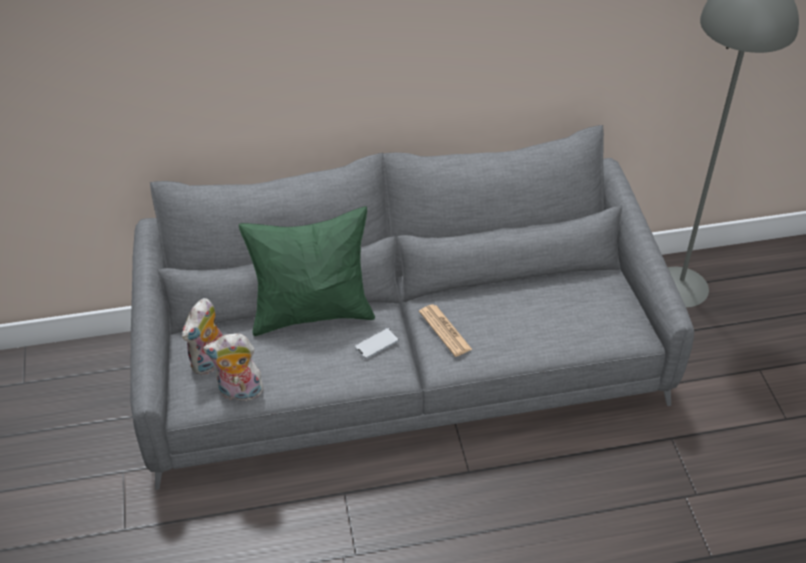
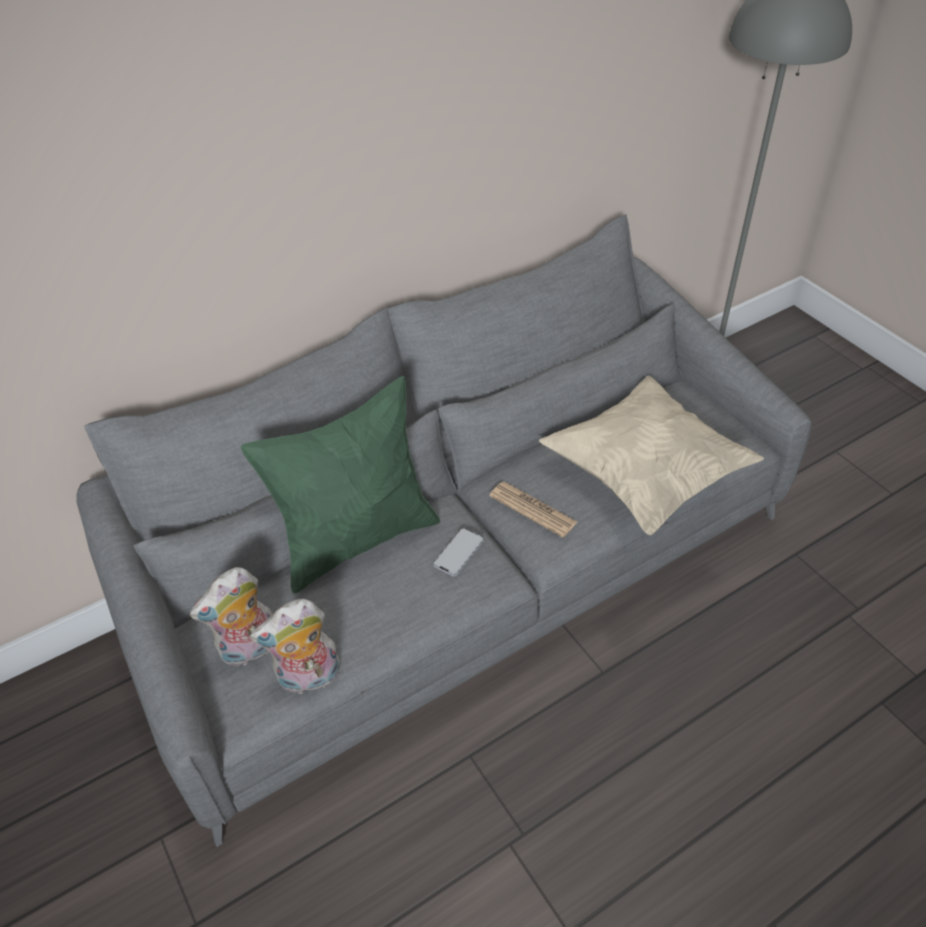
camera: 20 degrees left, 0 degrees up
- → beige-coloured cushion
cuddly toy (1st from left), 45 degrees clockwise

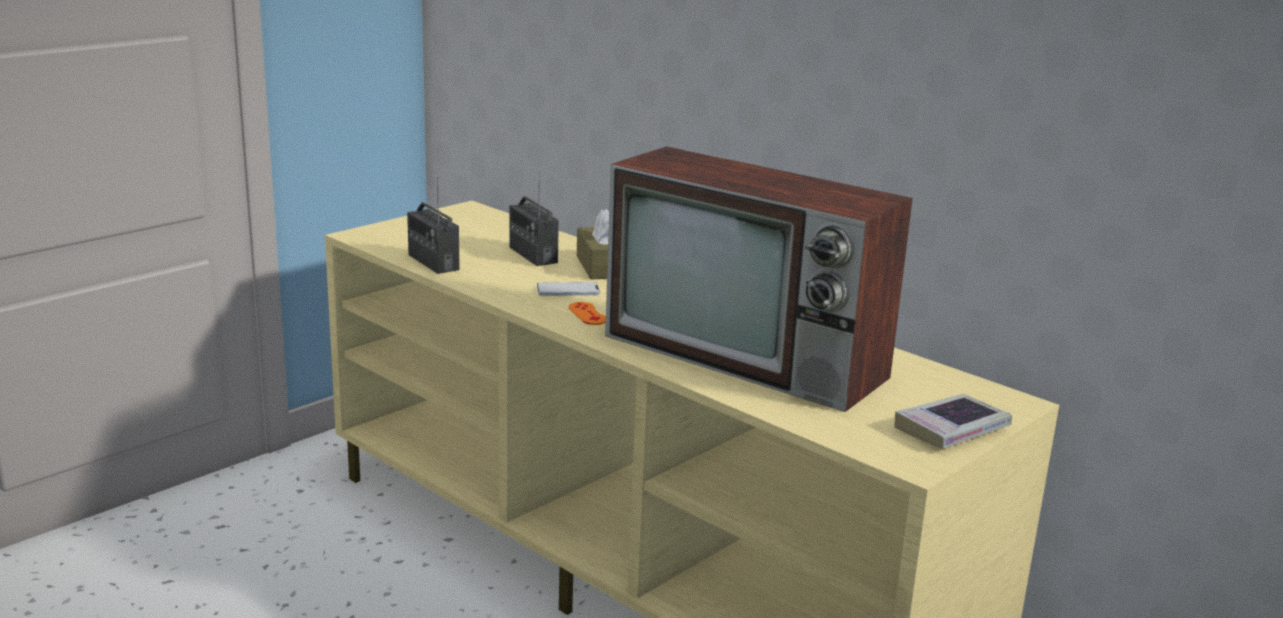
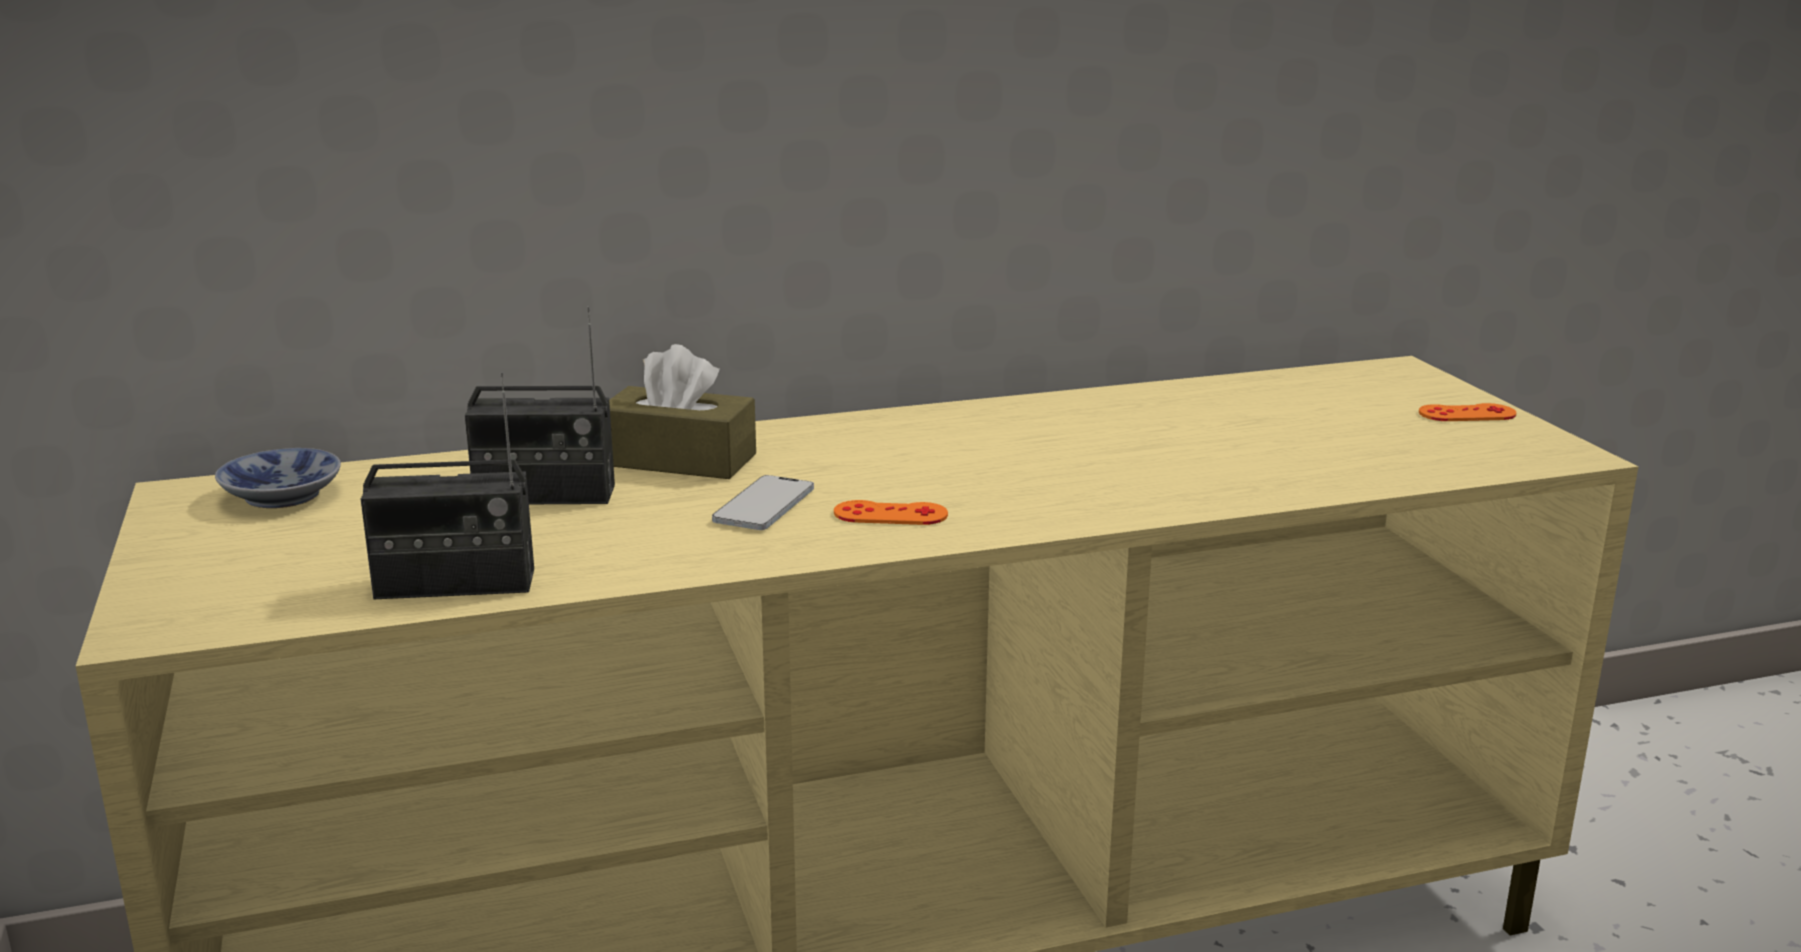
camera: 60 degrees left, 0 degrees up
TV → -
- → bowl
book → orange-coloured gamepad (2nd from left)

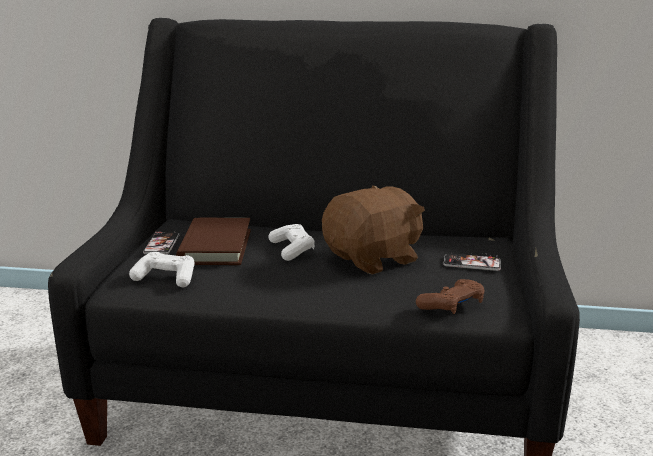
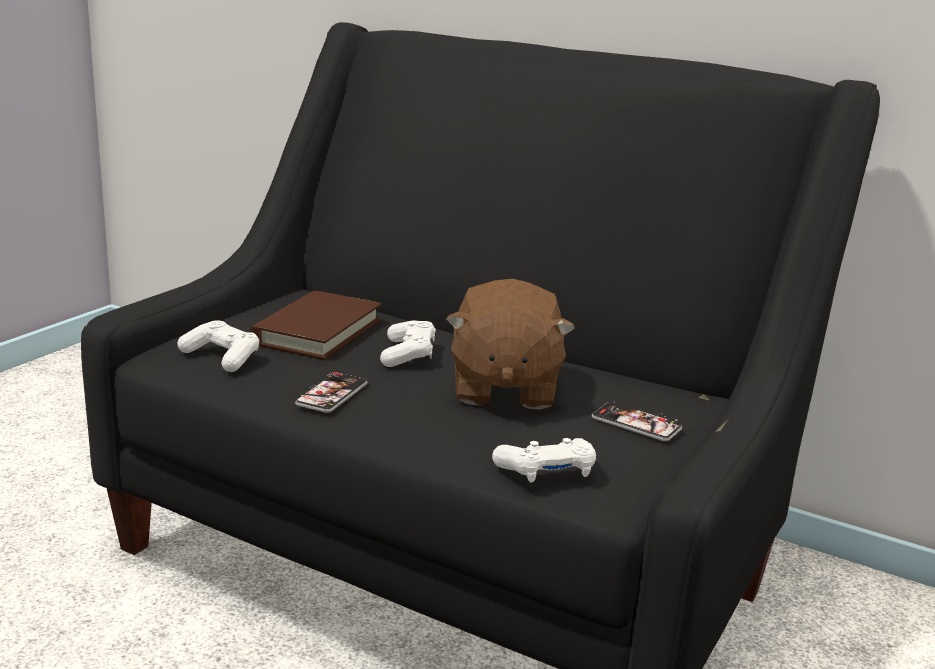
camera: 20 degrees right, 0 degrees up
phone (1st from left), moved
brown-coloured gamepad → white gamepad (3rd from left)
brown-coloured cuddly toy, 105 degrees clockwise

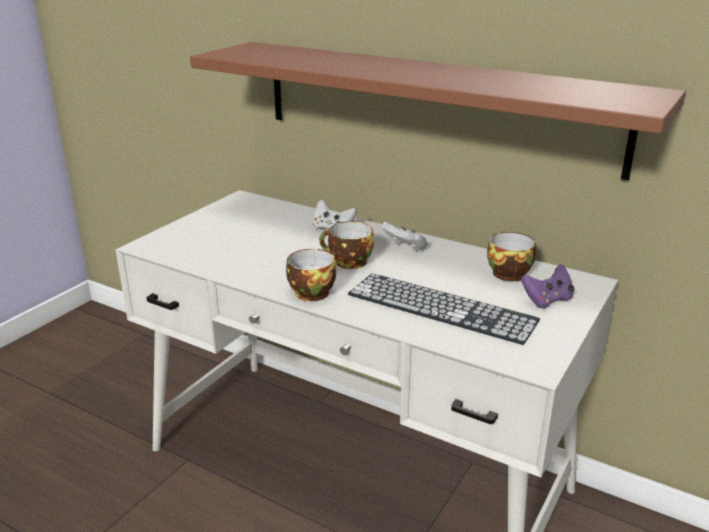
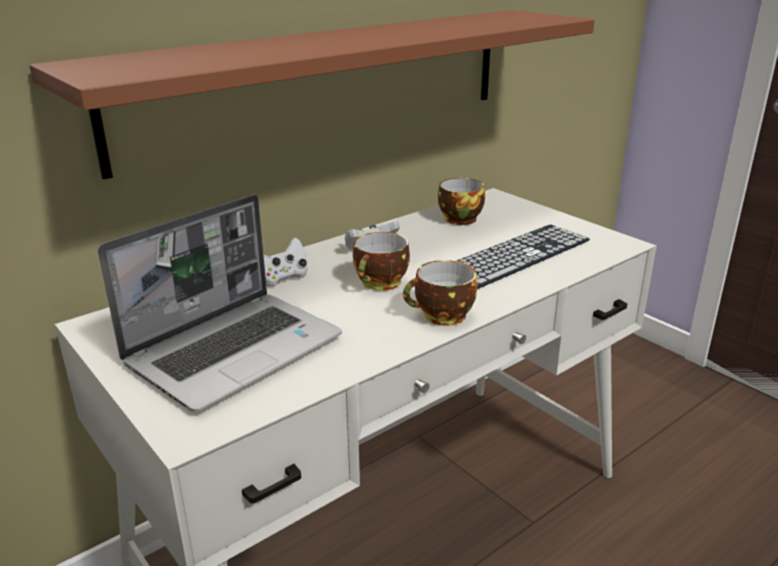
camera: 70 degrees left, 0 degrees up
purple-coloured gamepad → -
- → portable computer

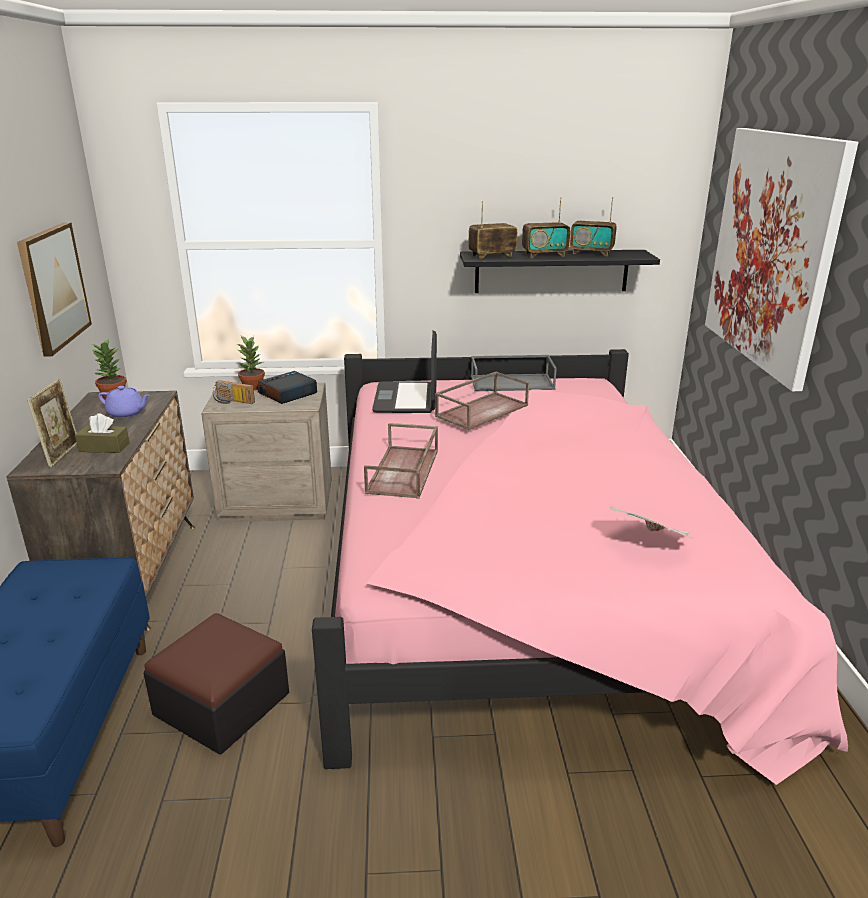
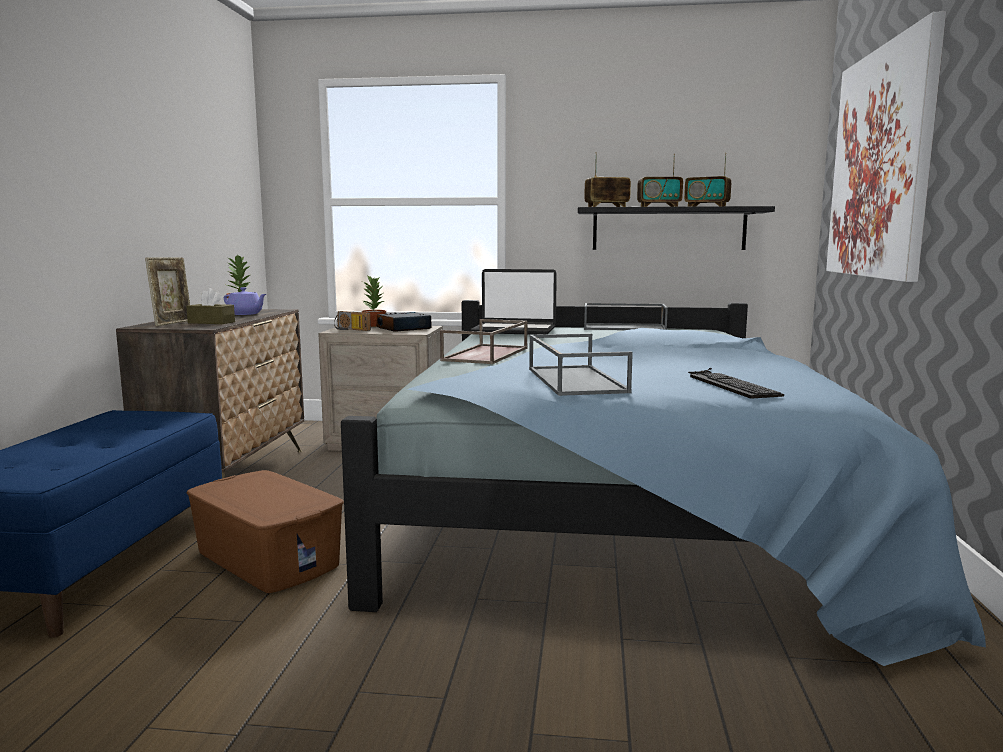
camera: 10 degrees right, 15 degrees down
wall art (1st from left) → -
brown-coloured serving tray (2nd from left) → -
- → grey serving tray (1st from left)
ottoman → brown-coloured storage box
daily paper → keyboard
pink-coloured bedroom bed → blue bedroom bed
portable computer, 90 degrees counterclockwise

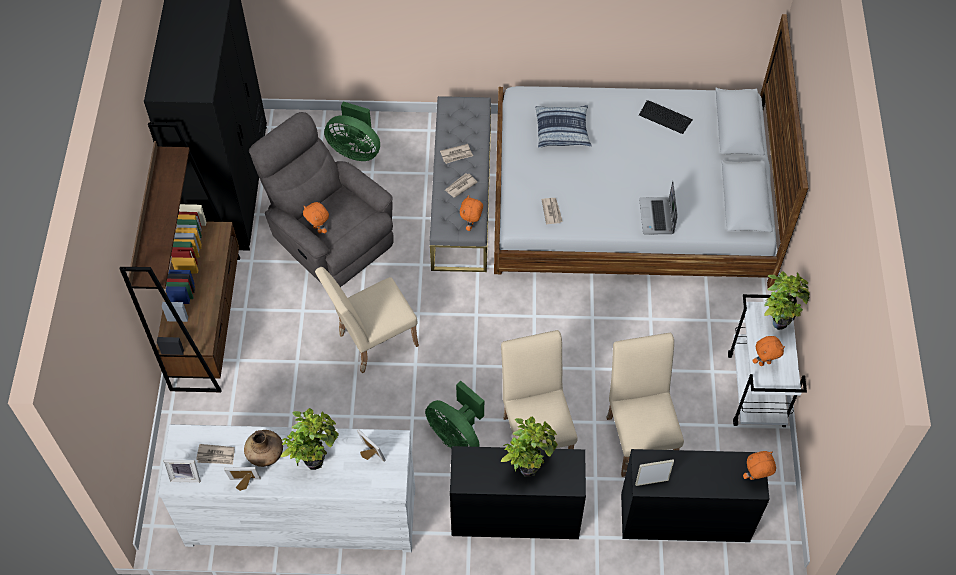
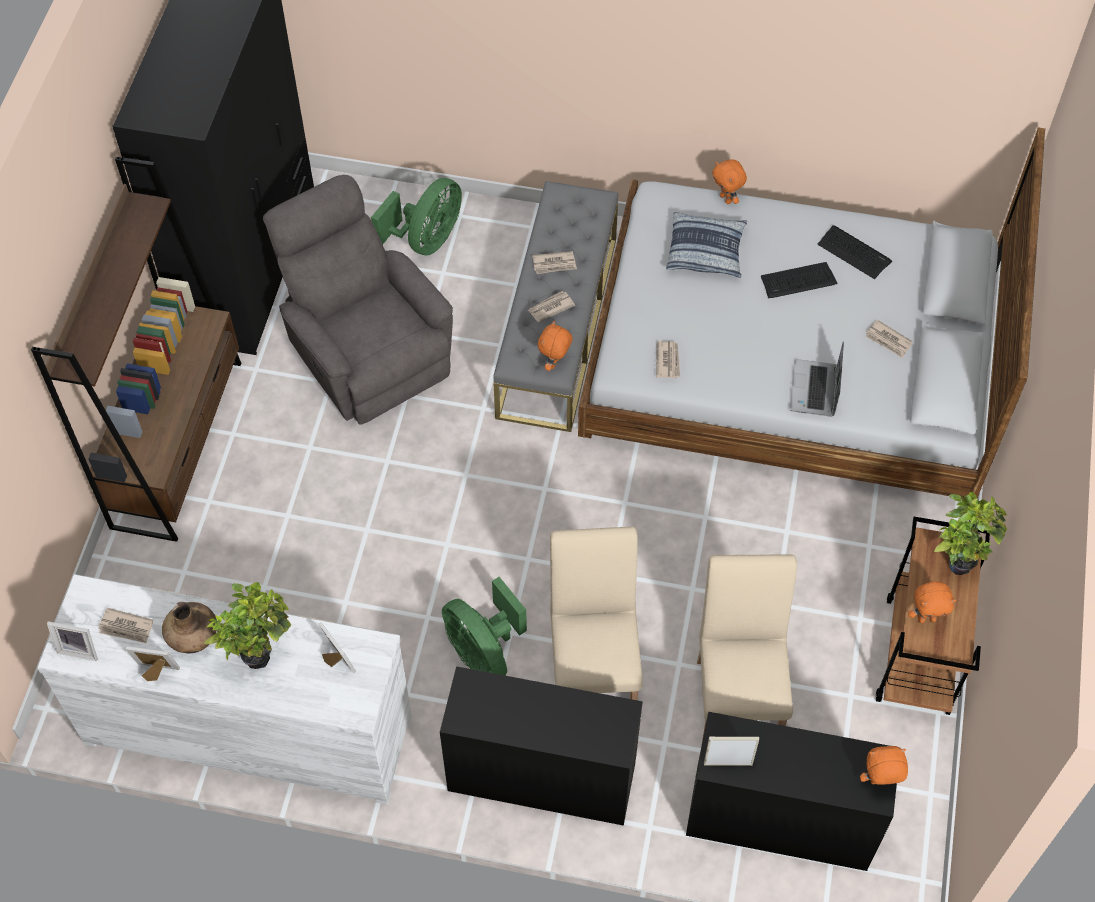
camera: 10 degrees right, 0 degrees up
beige-coloured plain chair (1st from left) → -
potted plant (2nd from left) → -
- → keyboard (1st from left)
- → daily paper (5th from left)
orange-coloured cuddly toy (1st from left in the first image) → orange-coloured cuddly toy (2nd from left), moved
white cart → brown-coloured cart
green-coloured fan (1st from left), 90 degrees counterclockwise

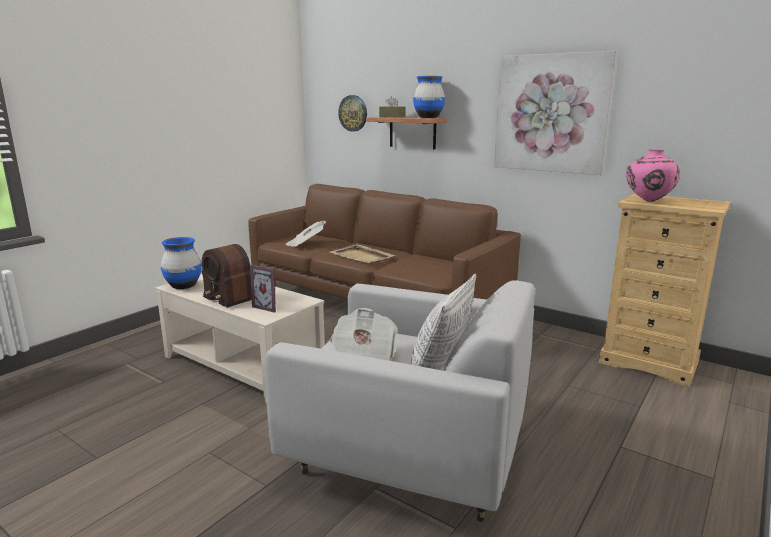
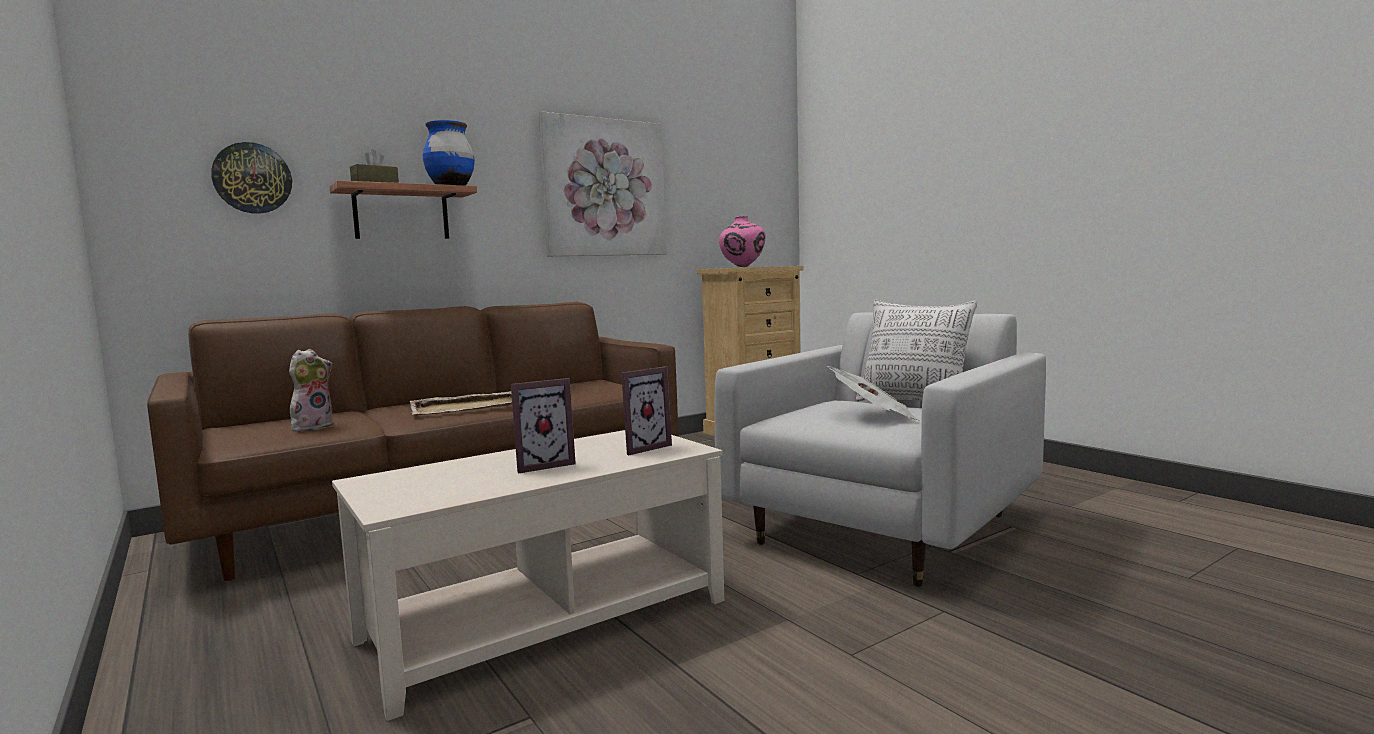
camera: 70 degrees left, 10 degrees down
blue vase (1st from left) → -
radio receiver → standing frame (1st from left)
daily paper (1st from left) → cuddly toy

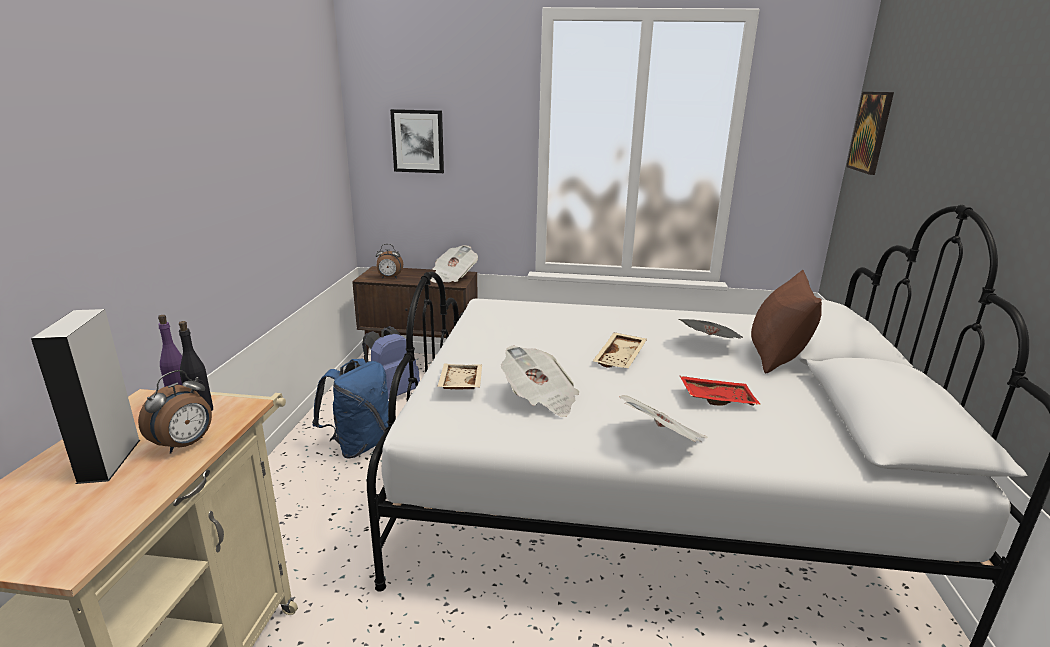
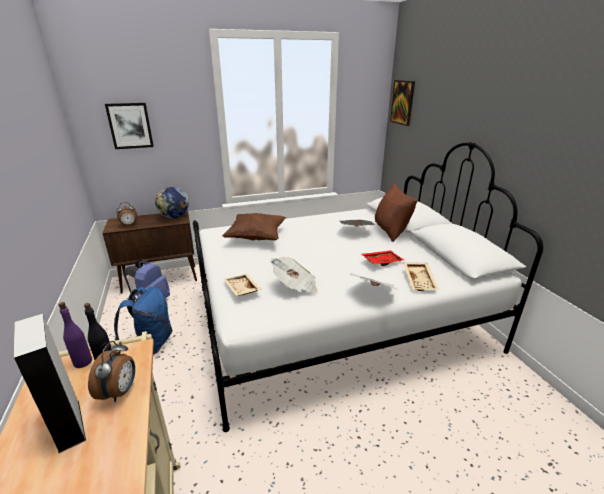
camera: 25 degrees left, 5 degrees up
- → brown-coloured cushion (1st from left)
beige-coloured serving tray (2nd from left), moved
daily paper (1st from left) → globe

